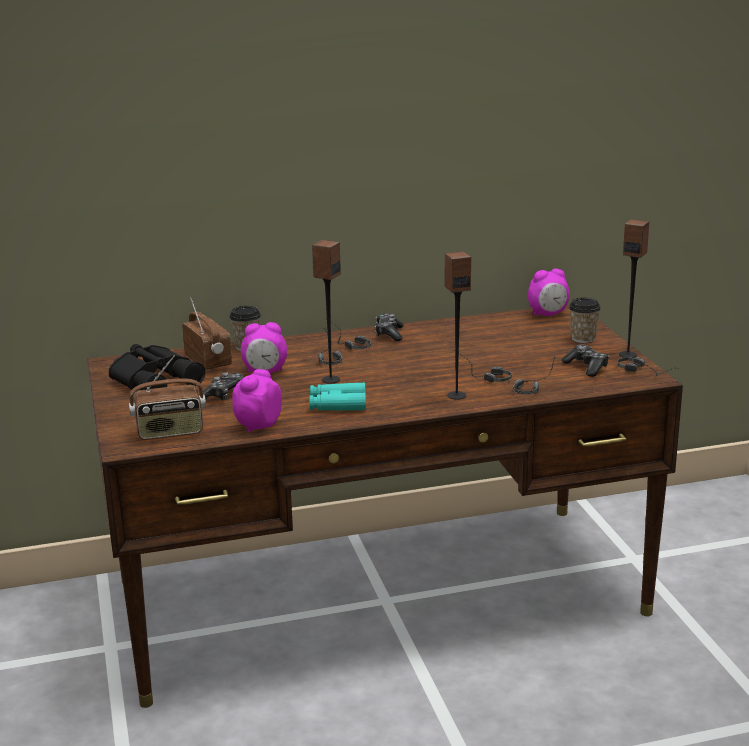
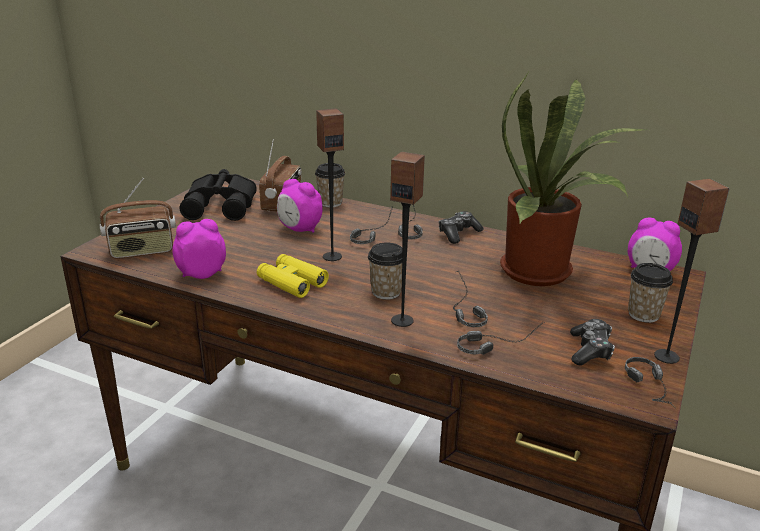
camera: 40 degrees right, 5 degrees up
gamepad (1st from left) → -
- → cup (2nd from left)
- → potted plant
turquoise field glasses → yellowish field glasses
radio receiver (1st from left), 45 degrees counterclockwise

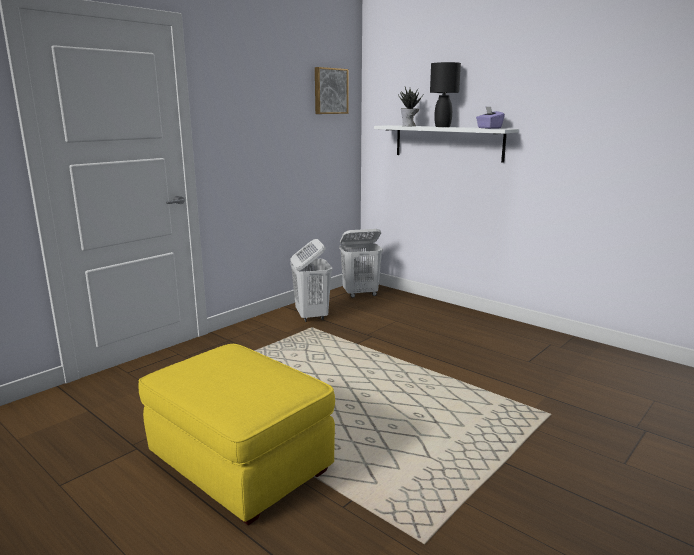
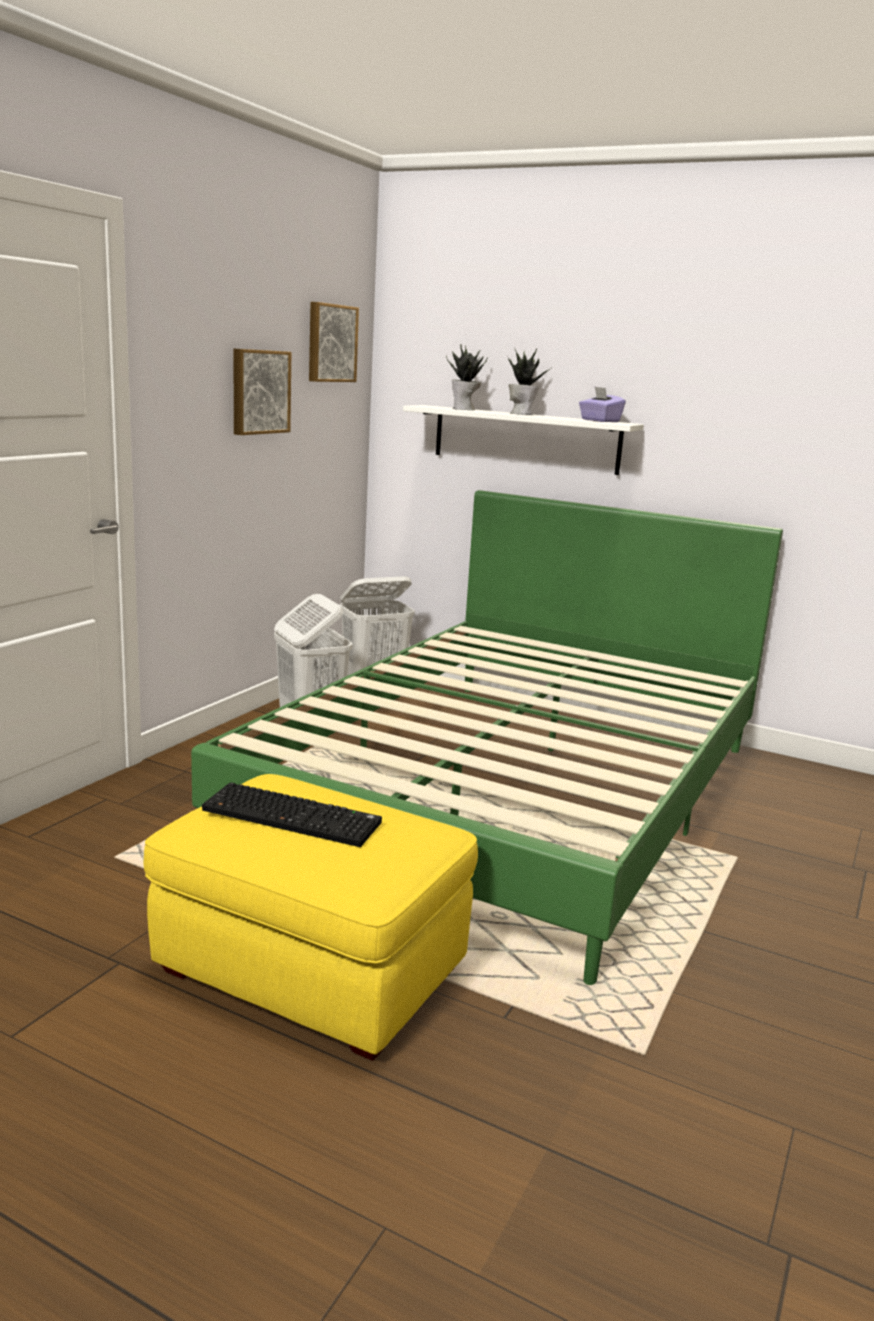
camera: 15 degrees left, 0 degrees up
- → green-coloured bedroom bed
- → keyboard
- → wall art (1st from left)
black lamp for a table → potted plant (2nd from left)

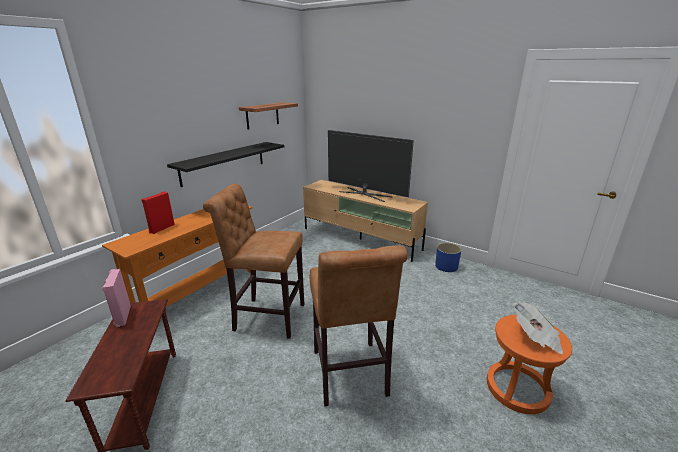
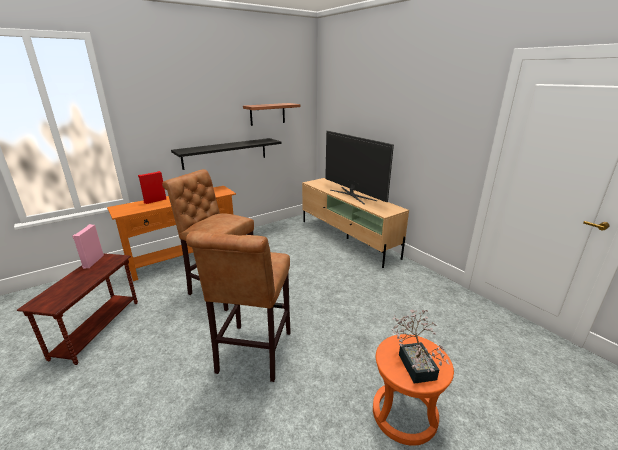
camera: 20 degrees right, 0 degrees up
blue flower pot → -
daily paper → potted plant

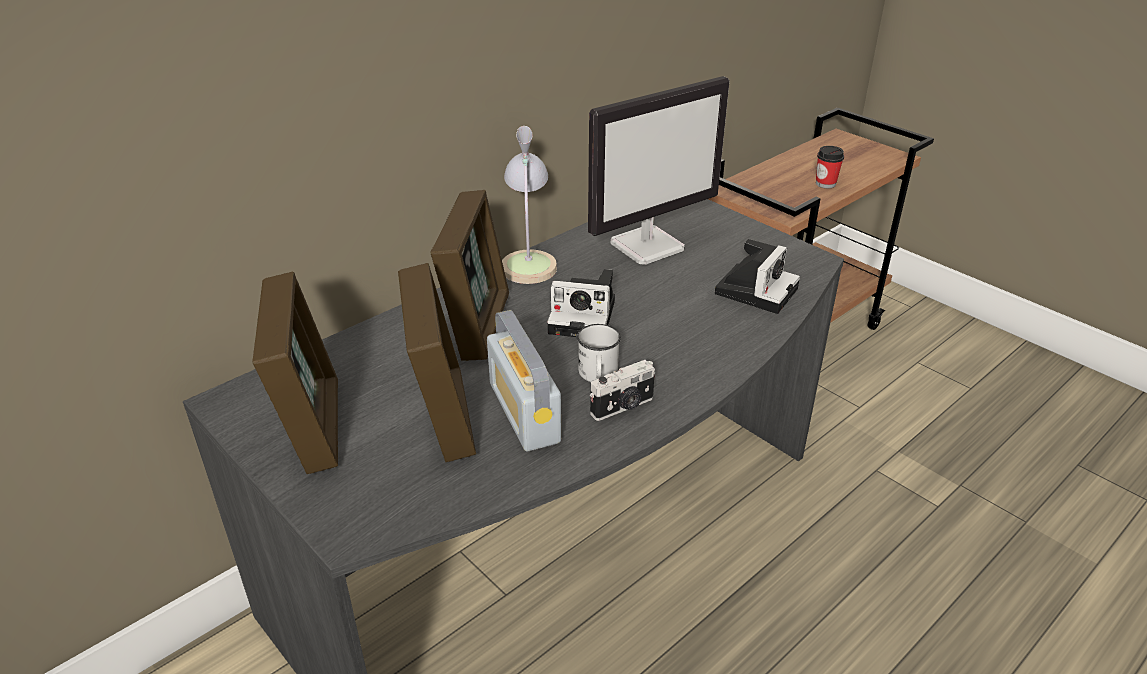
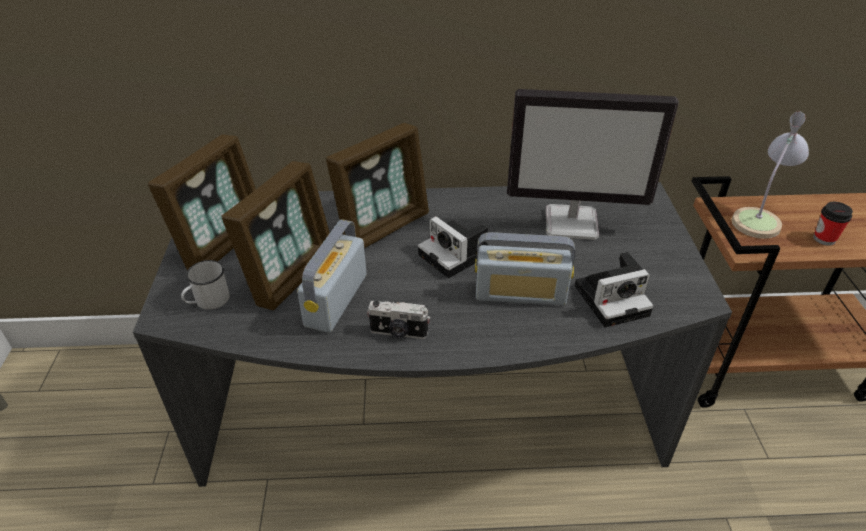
camera: 40 degrees right, 5 degrees up
- → radio receiver (2nd from left)
lamp for a table, moved
white coffee mug, moved

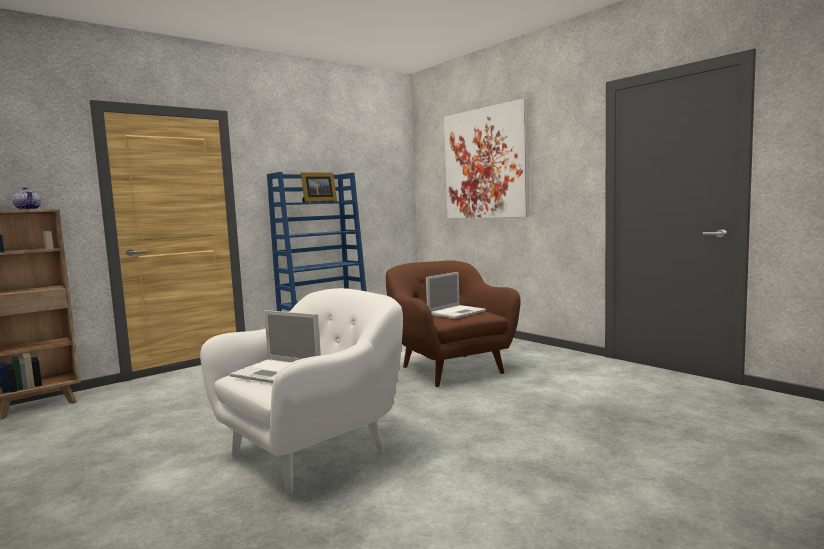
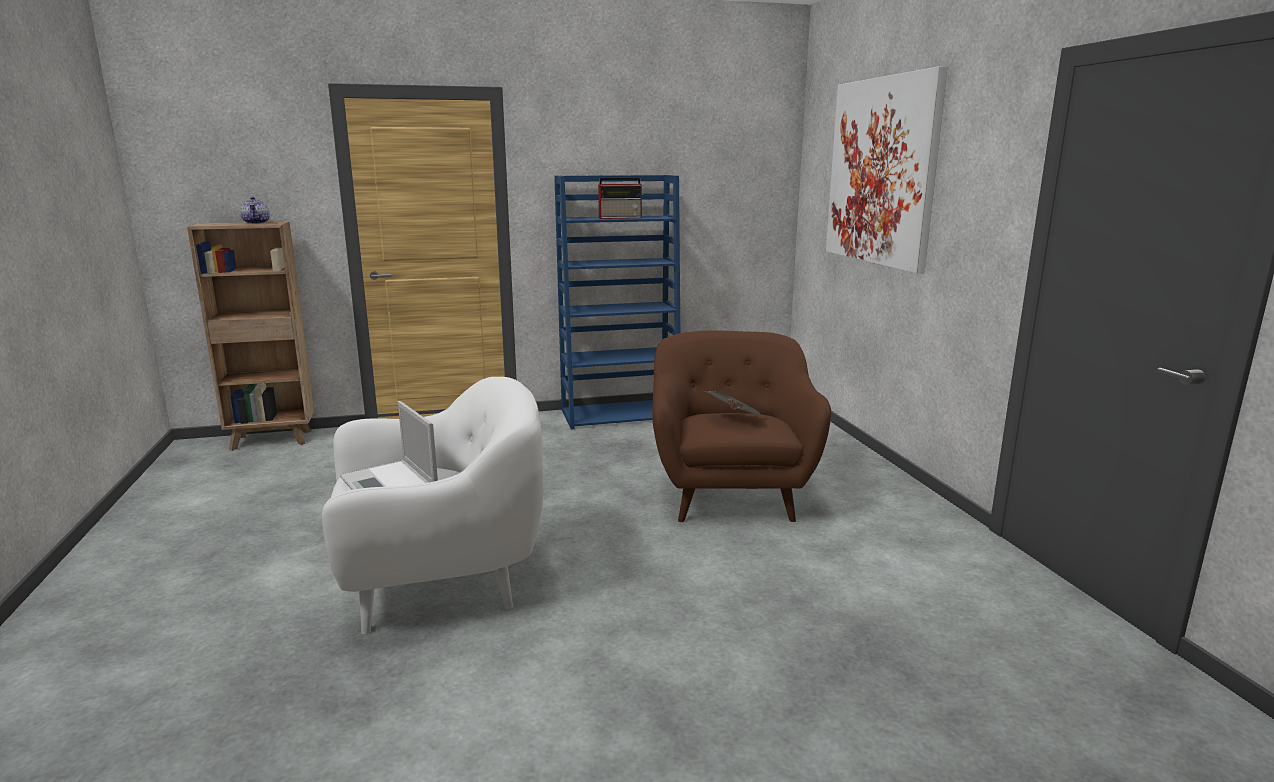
camera: 25 degrees right, 10 degrees up
standing frame → radio receiver
portable computer (2nd from left) → daily paper

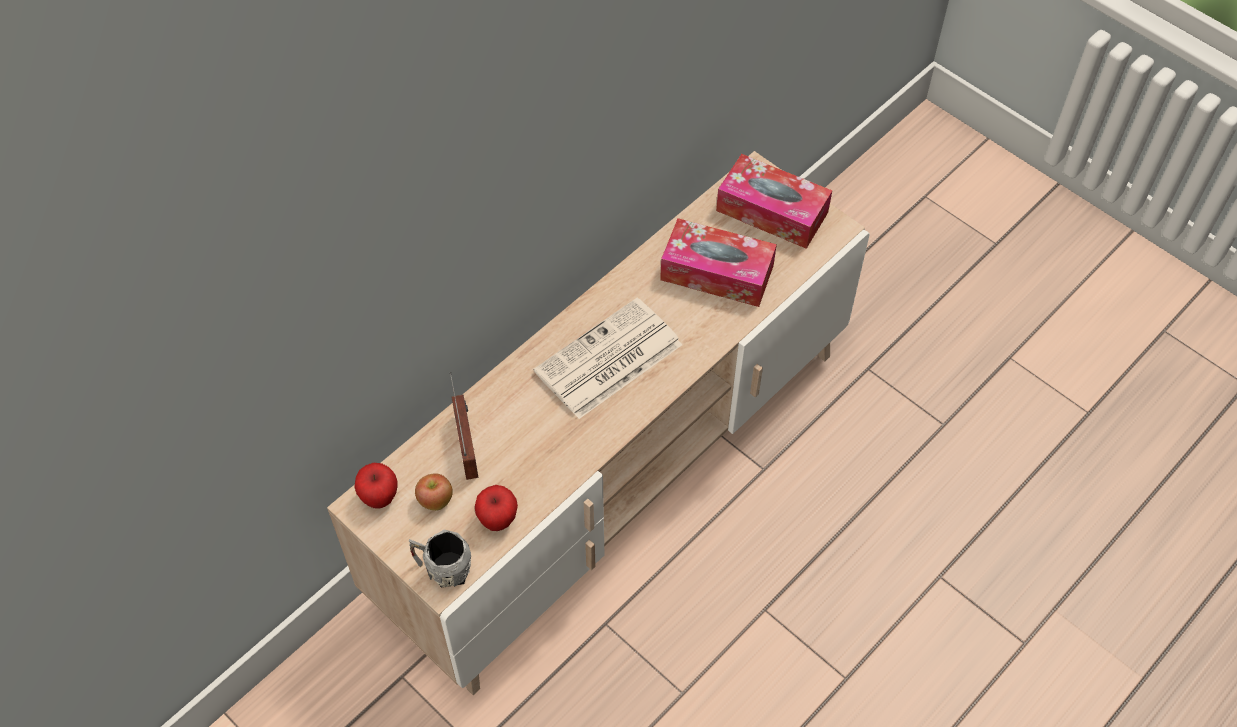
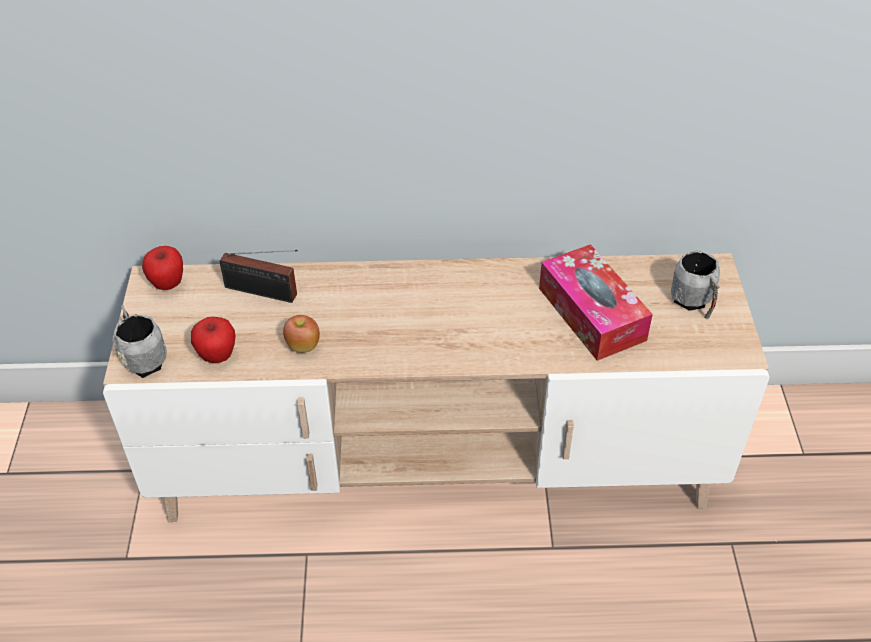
camera: 45 degrees right, 10 degrees down
daily paper → -
apple (2nd from left in the first image) → apple (3rd from left), moved
tissue box (2nd from left) → grey coffee mug (2nd from left)
radio receiver, 75 degrees clockwise

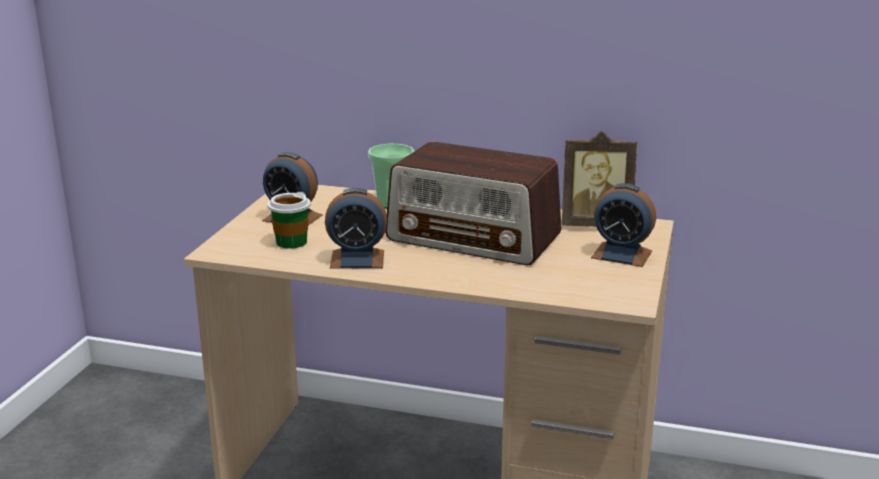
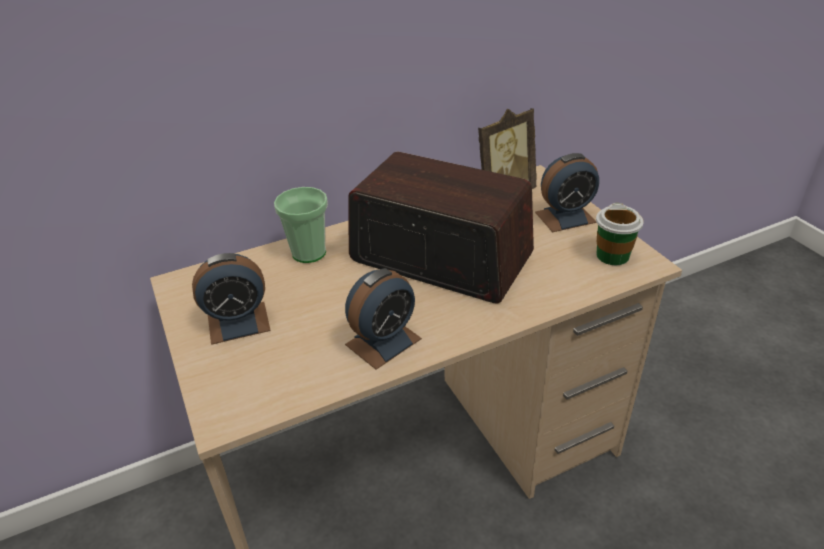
camera: 40 degrees left, 15 degrees up
cup (1st from left in the first image) → cup (2nd from left), moved
radio receiver, 135 degrees counterclockwise

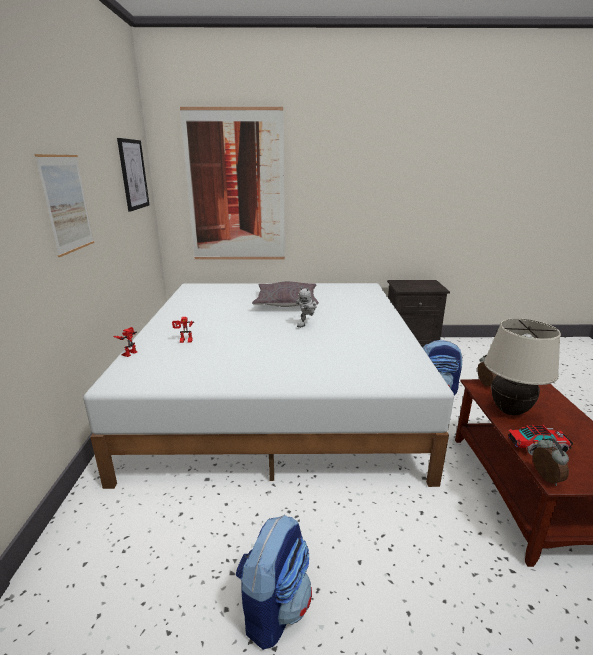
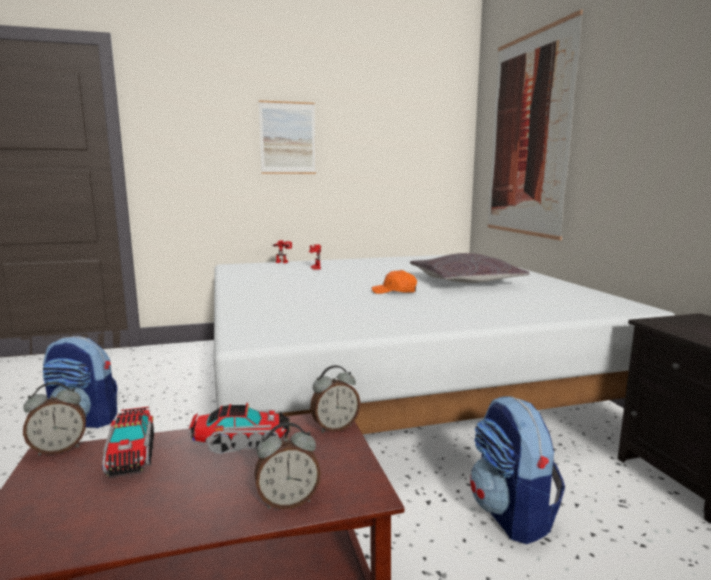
camera: 75 degrees right, 10 degrees down
wall art (2nd from left) → -
- → bedside clock (2nd from left)
model robot (3rd from left) → orange-coloured peaked cap
beige-coloured lamp for a table → toy lorry (2nd from left)

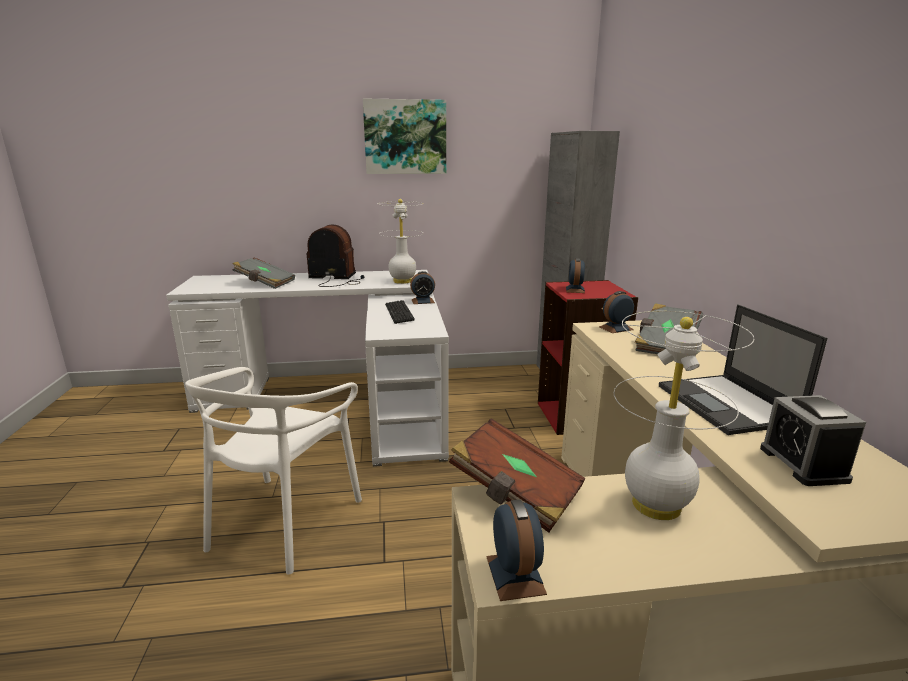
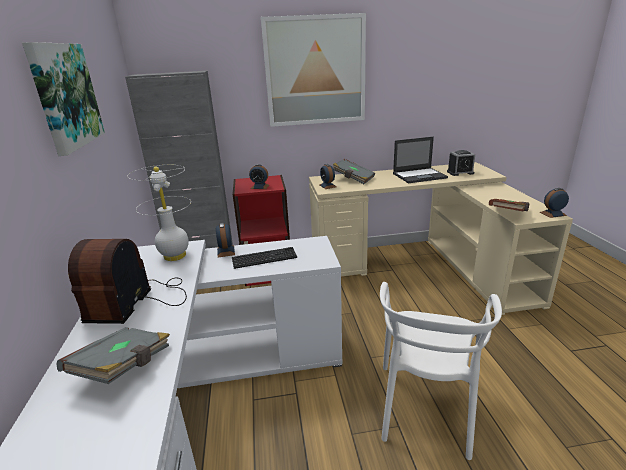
camera: 90 degrees left, 5 degrees up
white lamp for a table (2nd from left) → -
- → wall art (2nd from left)
white plain chair, 90 degrees clockwise

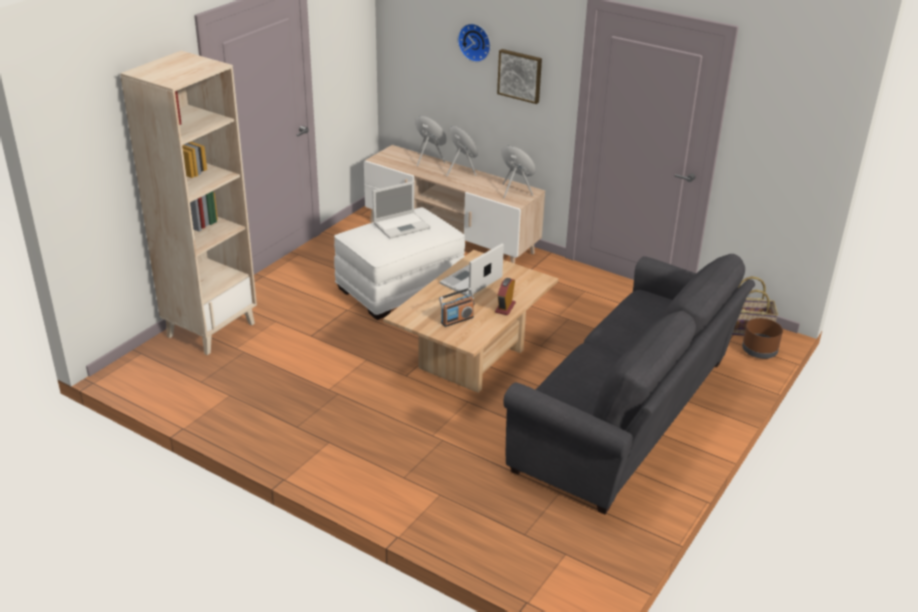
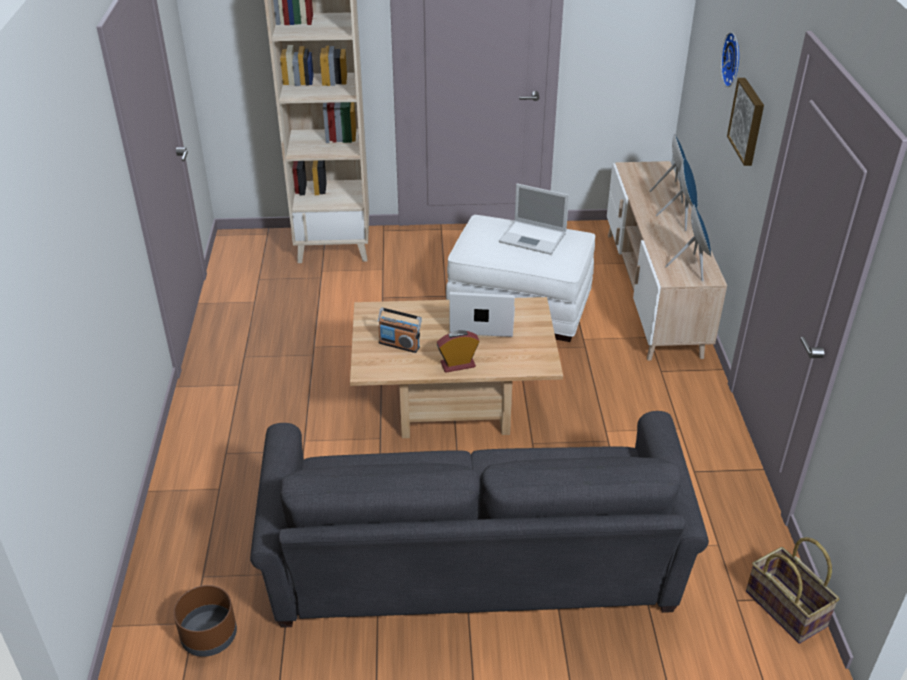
camera: 55 degrees right, 5 degrees up
brown-coloured flower pot, moved

